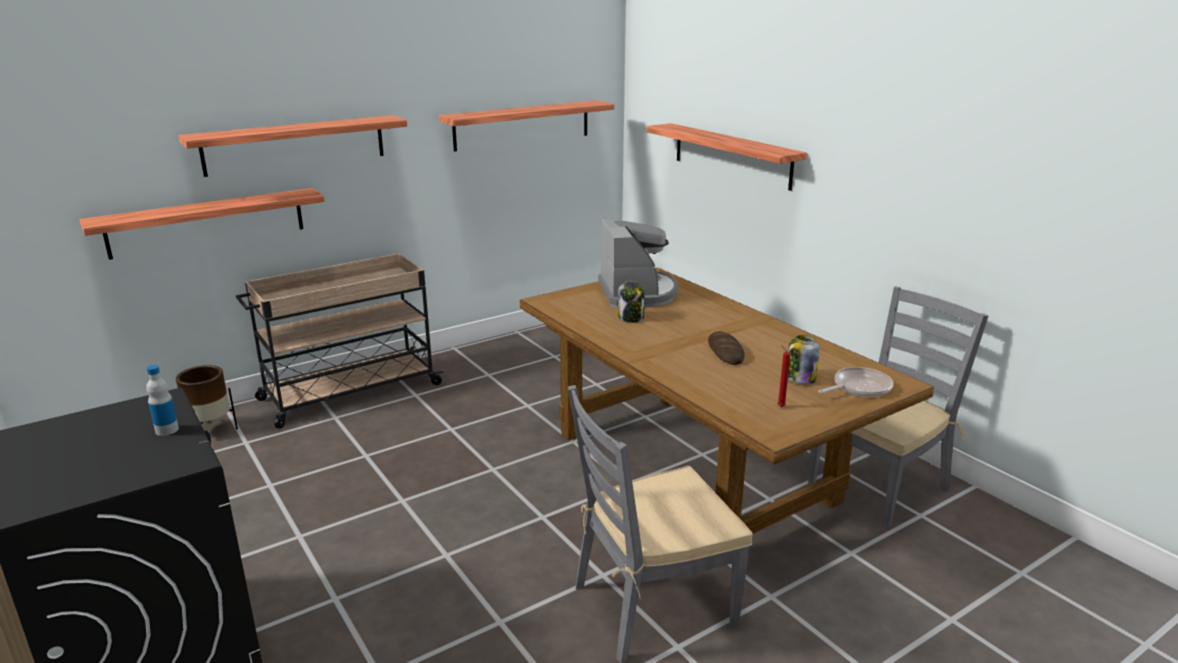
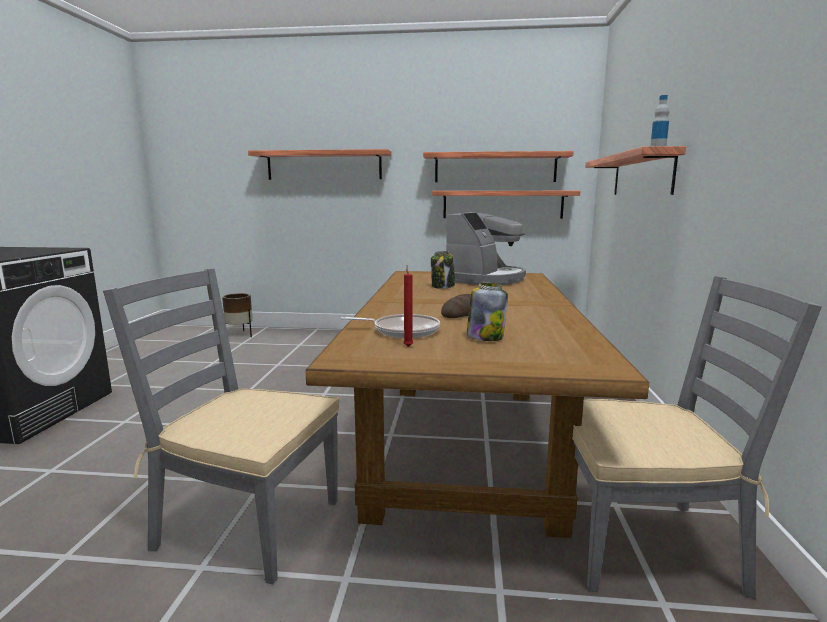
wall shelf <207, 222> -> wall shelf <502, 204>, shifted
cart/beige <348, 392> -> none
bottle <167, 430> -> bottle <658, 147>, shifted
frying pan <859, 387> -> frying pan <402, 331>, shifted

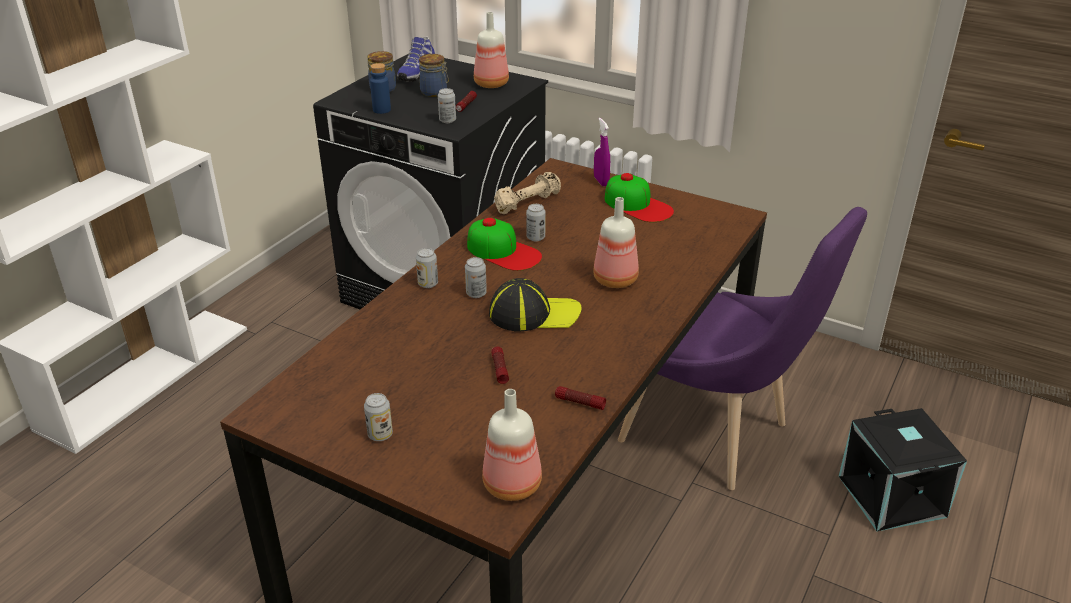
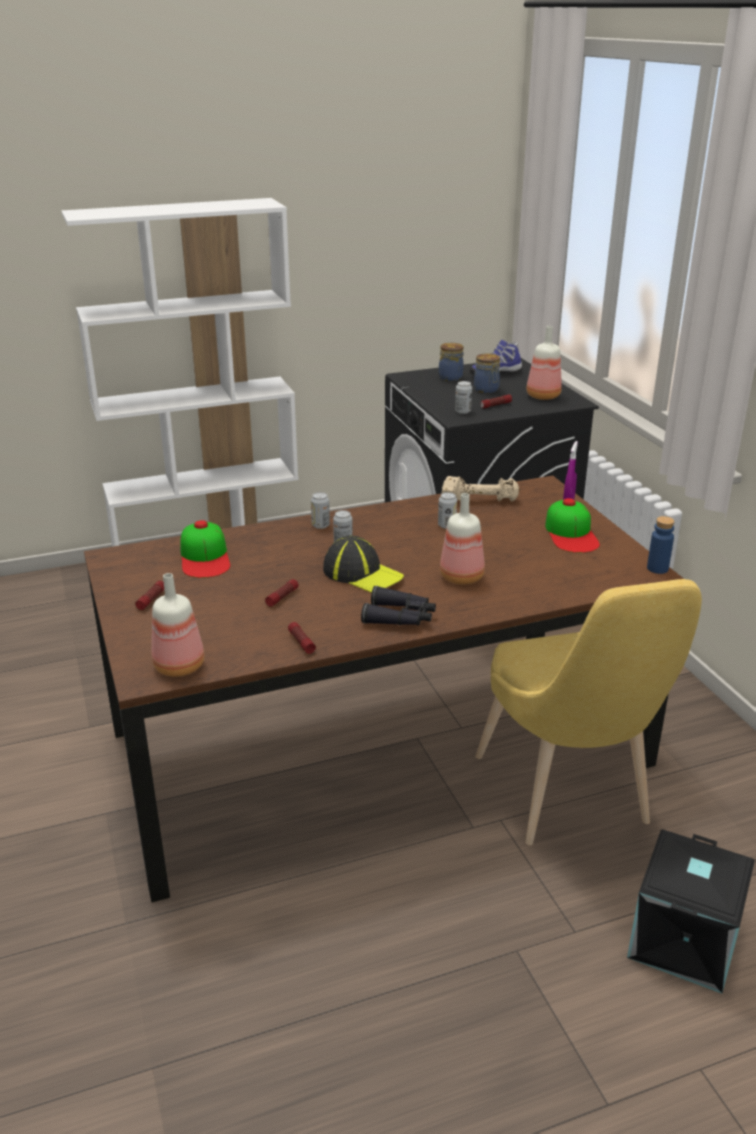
bottle/blue-coloured <381, 110> -> bottle/blue-coloured <657, 568>, shifted
chair/purple <714, 436> -> chair/yellow <567, 797>
peaked cap <503, 251> -> peaked cap <205, 557>, shifted
metal can <380, 435> -> flashlight <151, 599>
none -> pair of binoculars/black-coloured <400, 617>

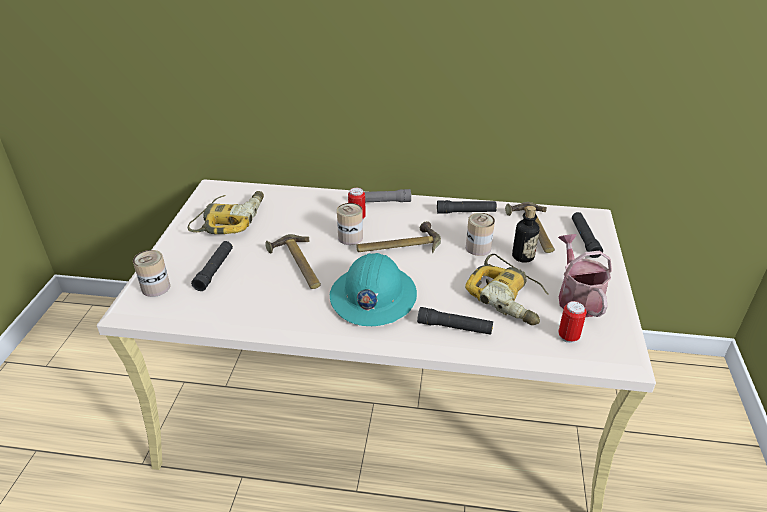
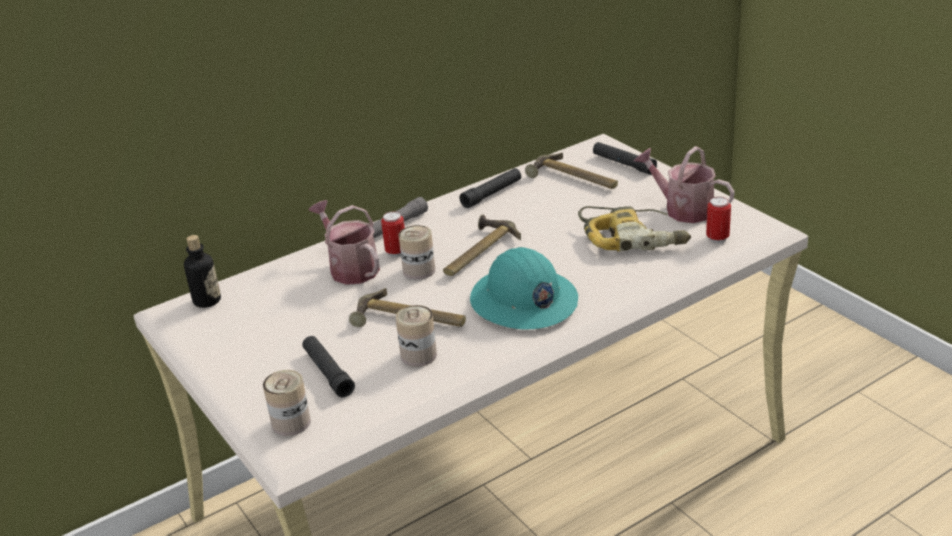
power drill <230, 219> -> none
bottle <523, 256> -> bottle <207, 300>, shifted
metal can <478, 248> -> metal can <418, 355>, shifted
flashlight/black-coloured <454, 327> -> none
none -> sprinkling can <350, 267>

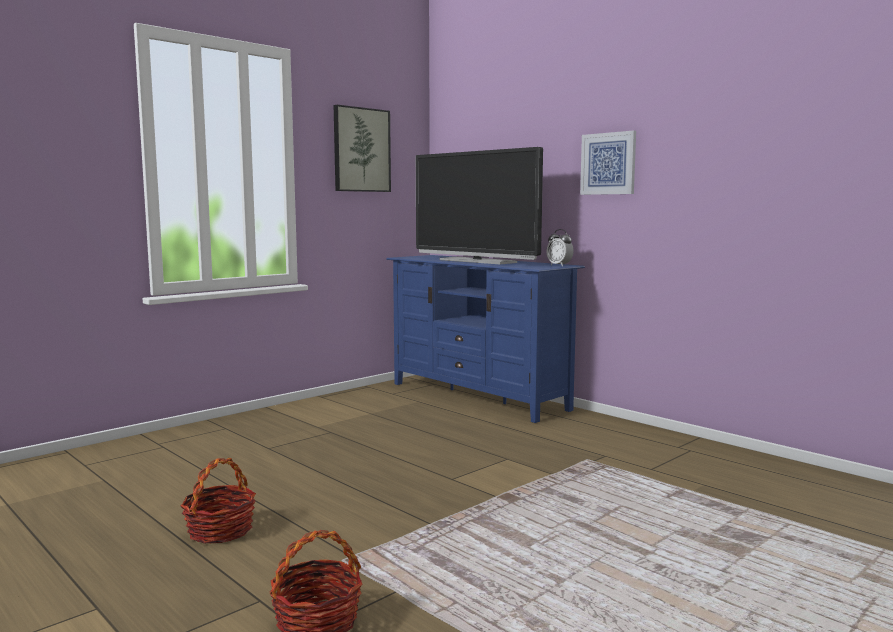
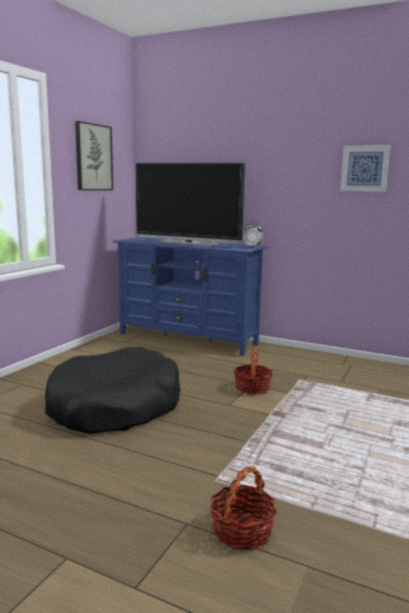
wall picture <608, 163> -> wall picture <365, 168>, shifted
storage basket <220, 530> -> storage basket <252, 388>, shifted
none -> pet bed/black-coloured <114, 407>

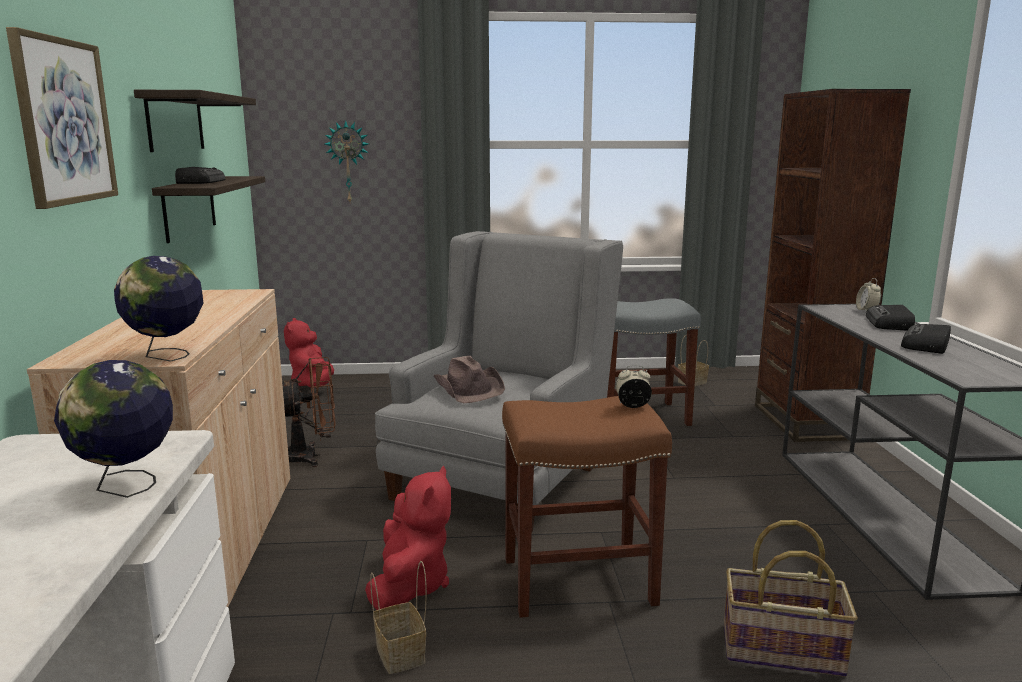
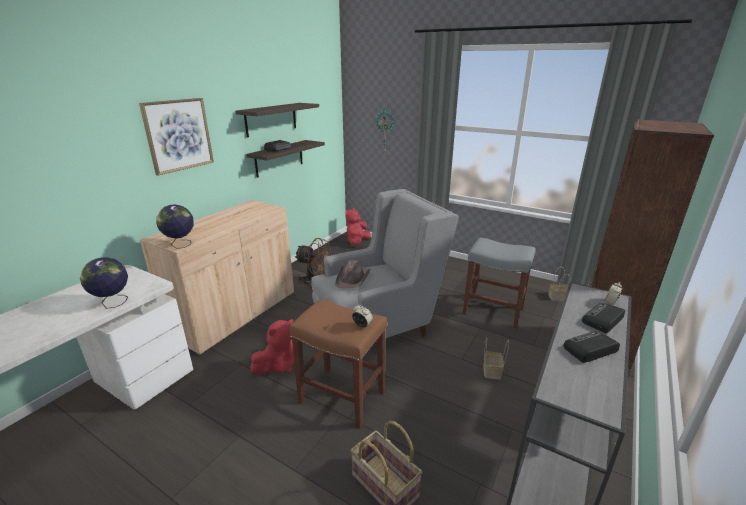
storage basket <402, 654> -> storage basket <492, 372>, shifted

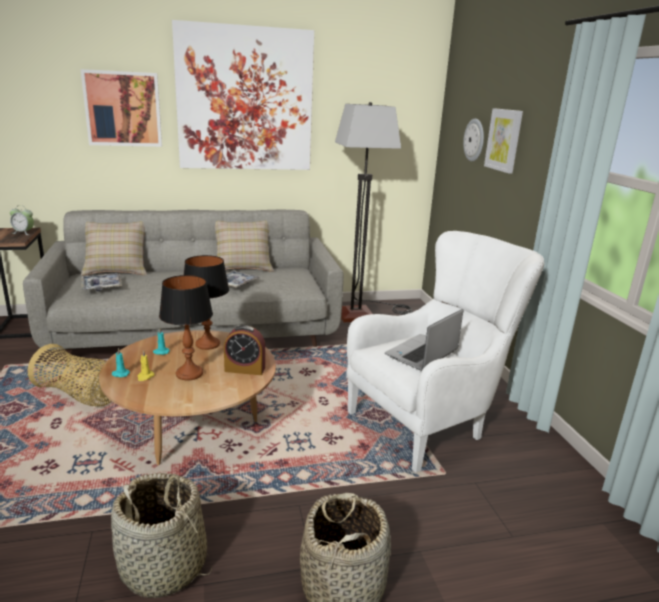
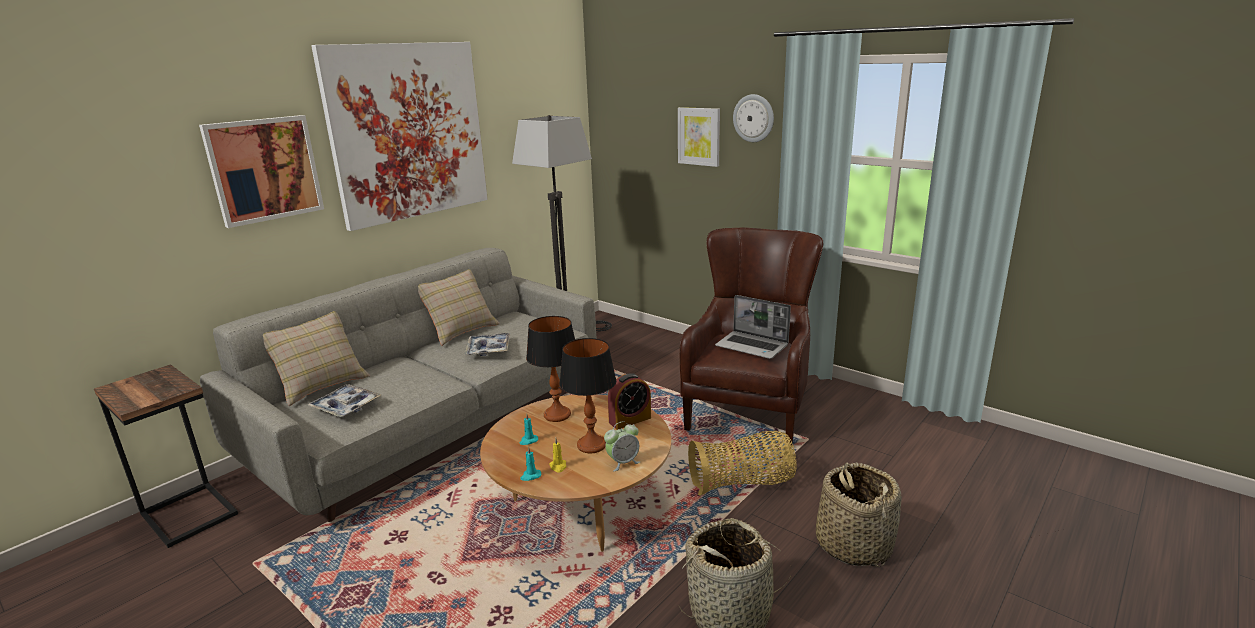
hanging clock <474, 140> -> hanging clock <754, 118>, shifted
bedside clock <24, 233> -> bedside clock <623, 462>, shifted
easy chair/white <430, 422> -> easy chair/brown-coloured <750, 408>
portable computer <422, 354> -> portable computer <752, 346>, 60 degrees counterclockwise
storage basket <80, 396> -> storage basket <742, 483>, shifted

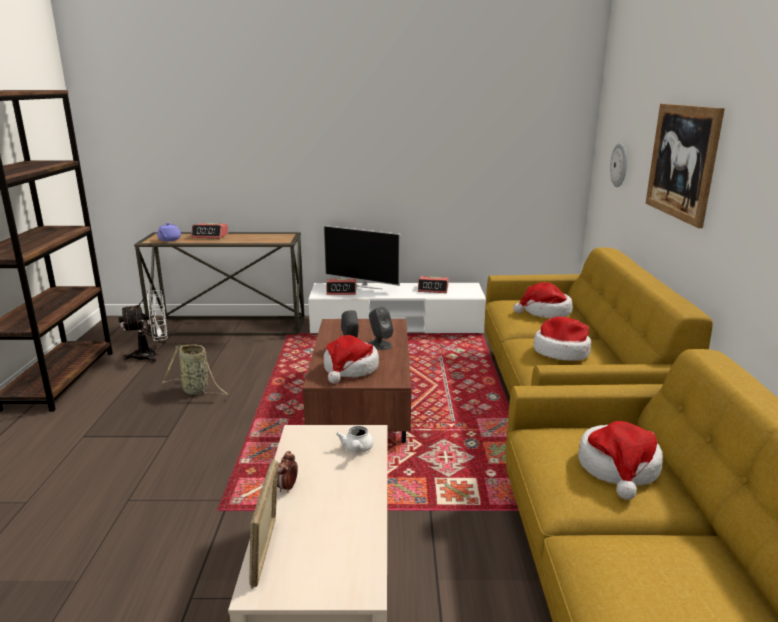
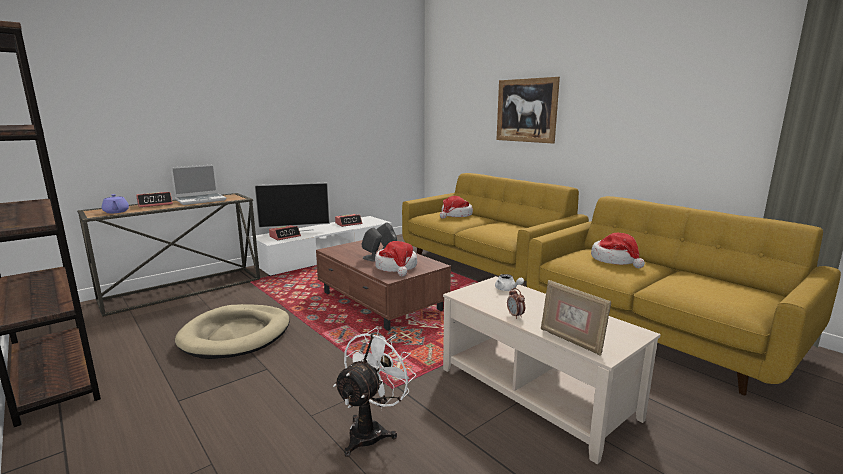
hanging clock <619, 165> -> none
electric fan/white <151, 356> -> electric fan/white <372, 431>, shifted
clothing hat <561, 351> -> none
storage basket <197, 390> -> pet bed/beige <236, 335>
none -> portable computer <201, 200>

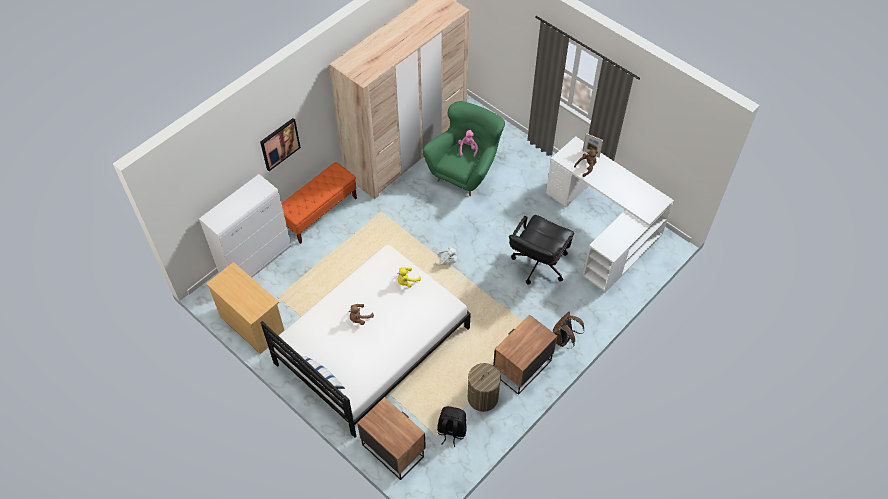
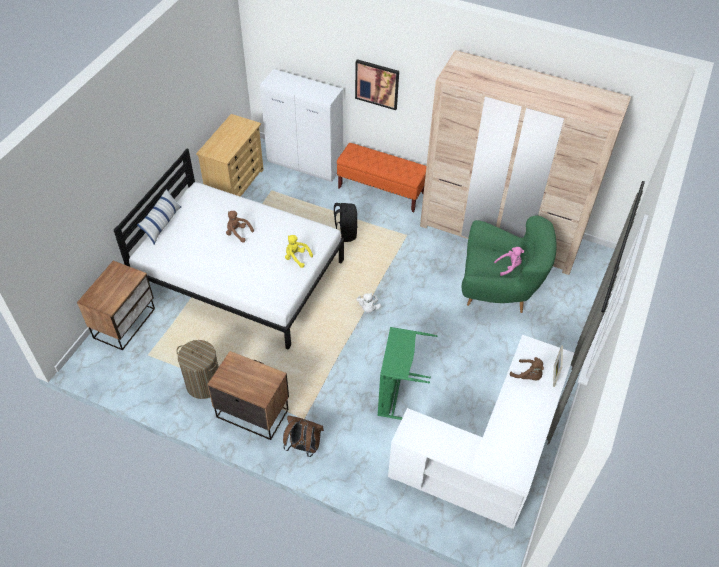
desk chair/black-coloured <537, 267> -> laundry basket/green <397, 395>
backpack/black-coloured <451, 431> -> backpack/black-coloured <345, 233>, shifted

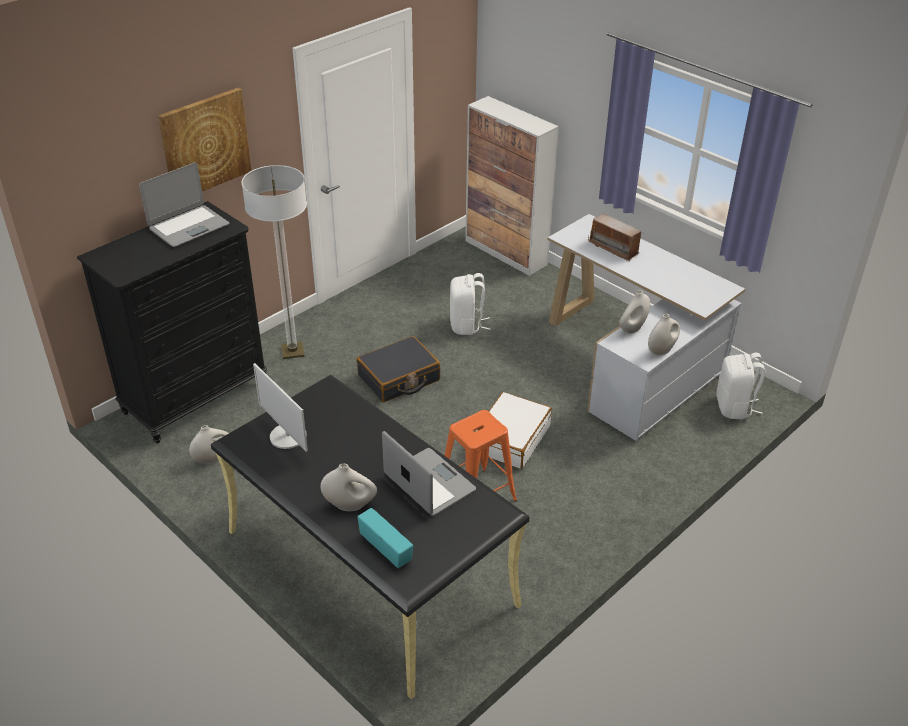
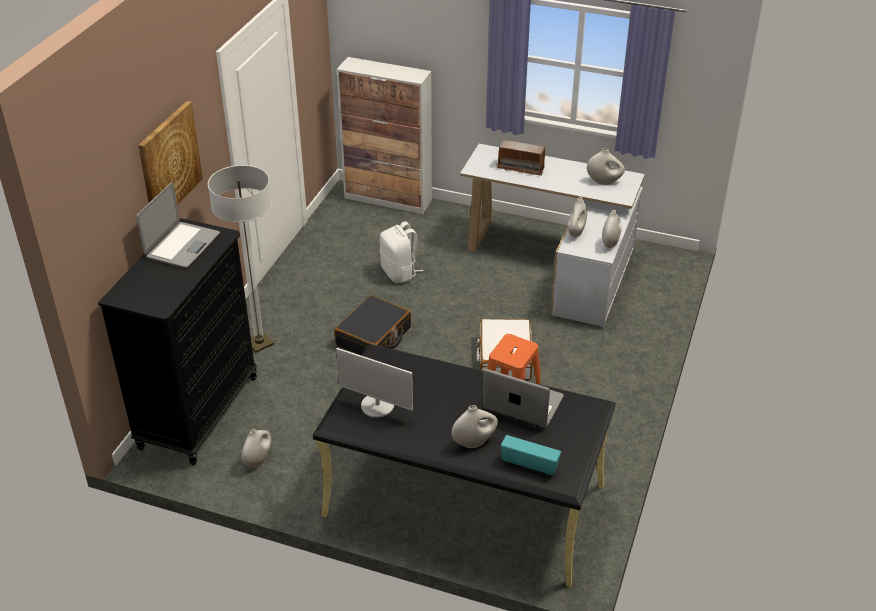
backpack/white <734, 407> -> none
none -> flower vase/white <604, 182>

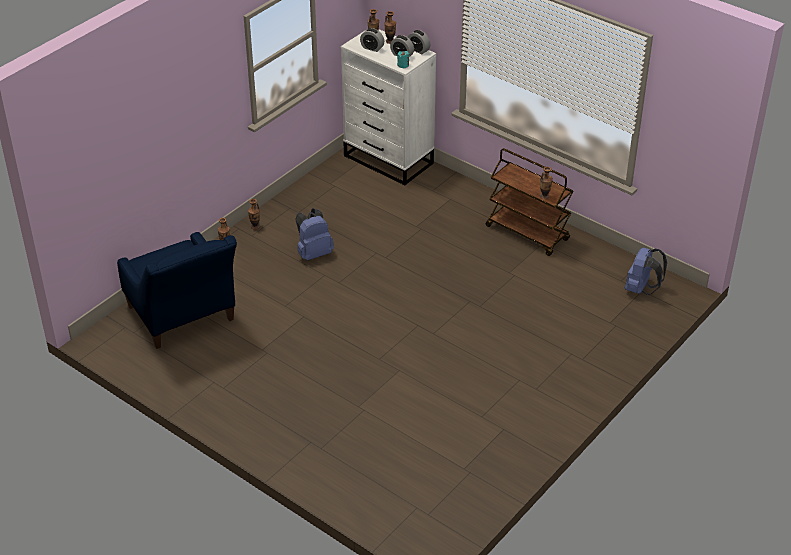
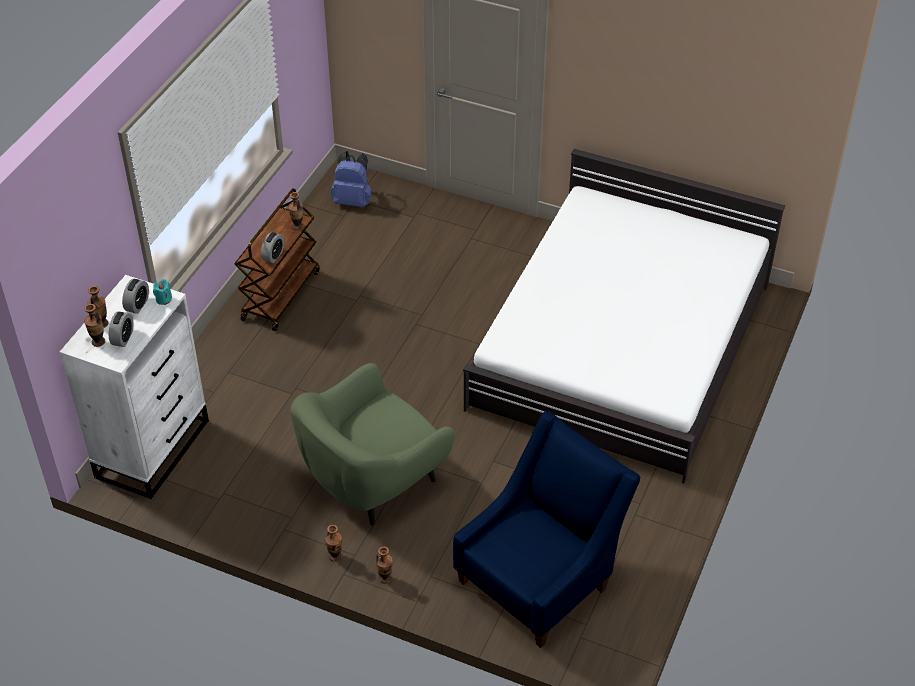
bedside clock <418, 50> -> bedside clock <273, 256>, shifted
backpack/blue-coloured <313, 253> -> easy chair/green <373, 480>
none -> sleeping bed/white <622, 345>

